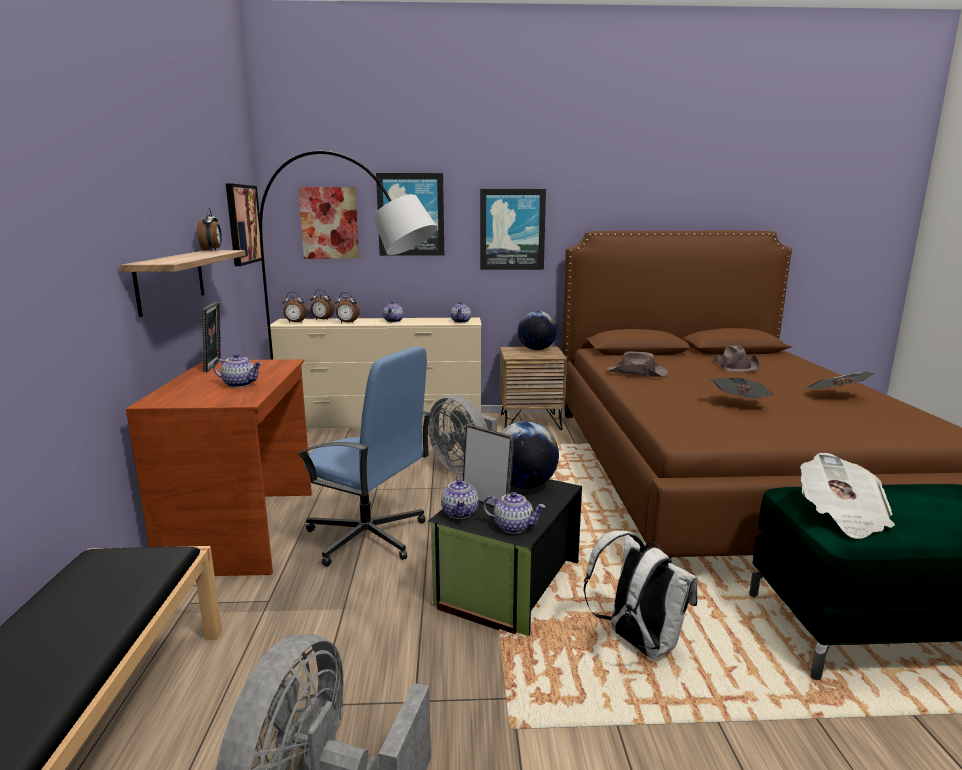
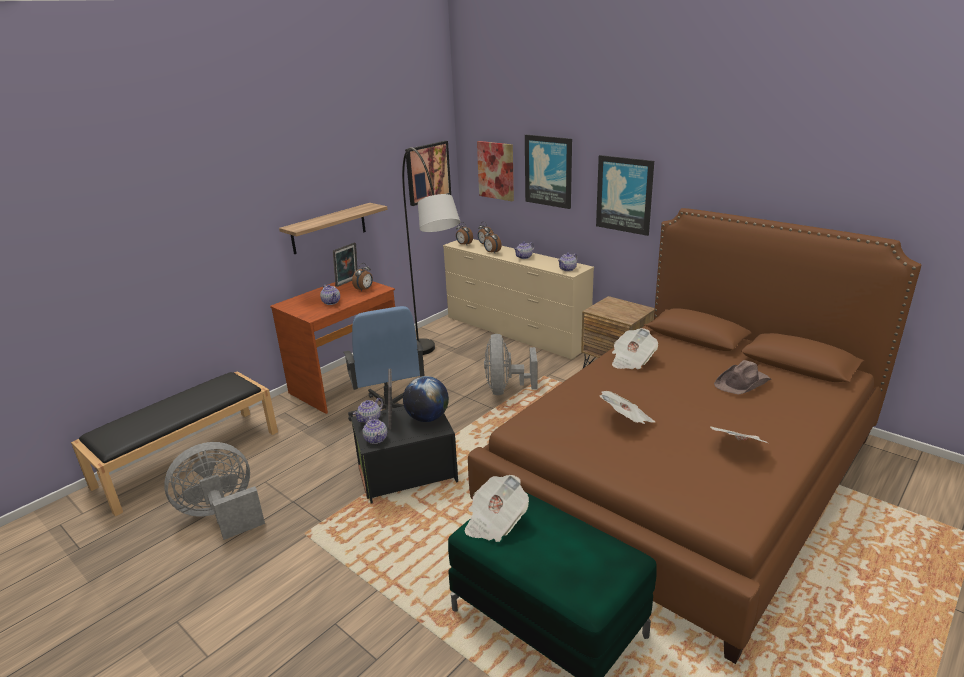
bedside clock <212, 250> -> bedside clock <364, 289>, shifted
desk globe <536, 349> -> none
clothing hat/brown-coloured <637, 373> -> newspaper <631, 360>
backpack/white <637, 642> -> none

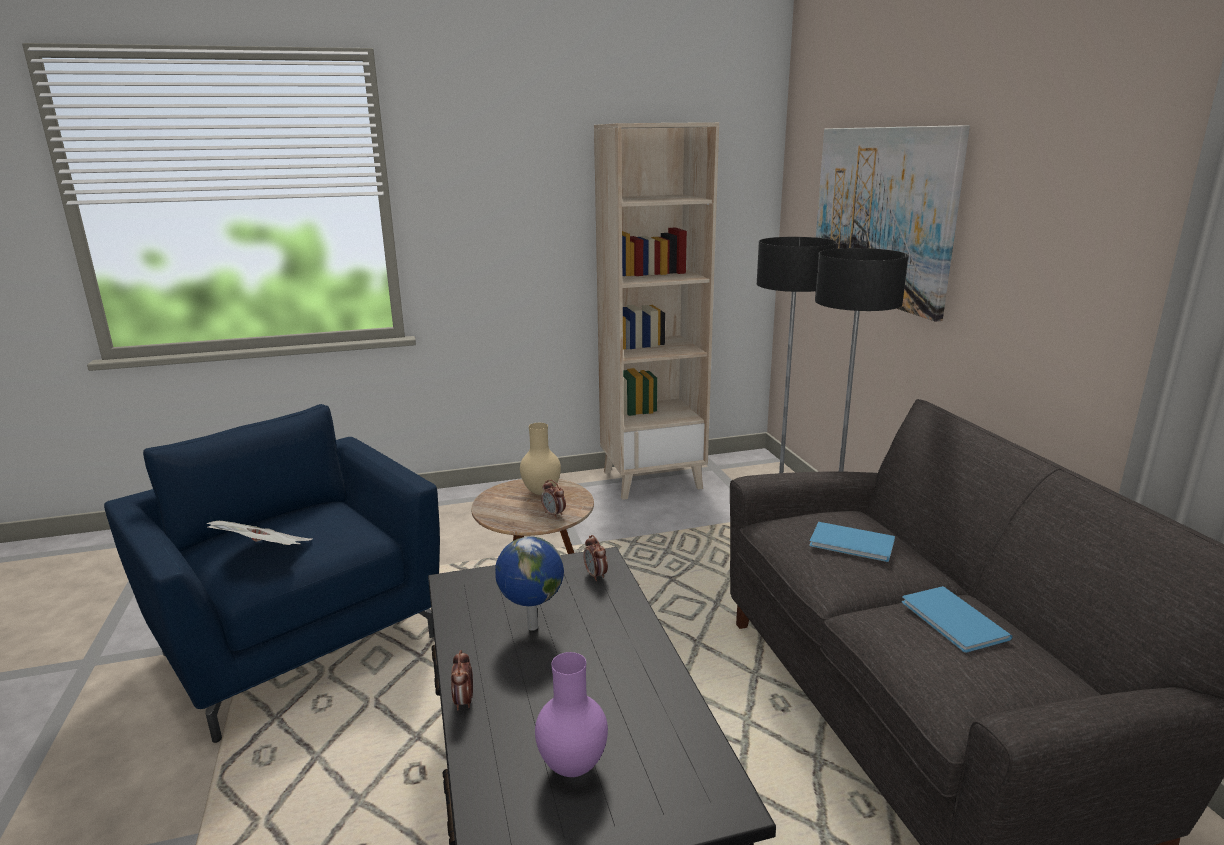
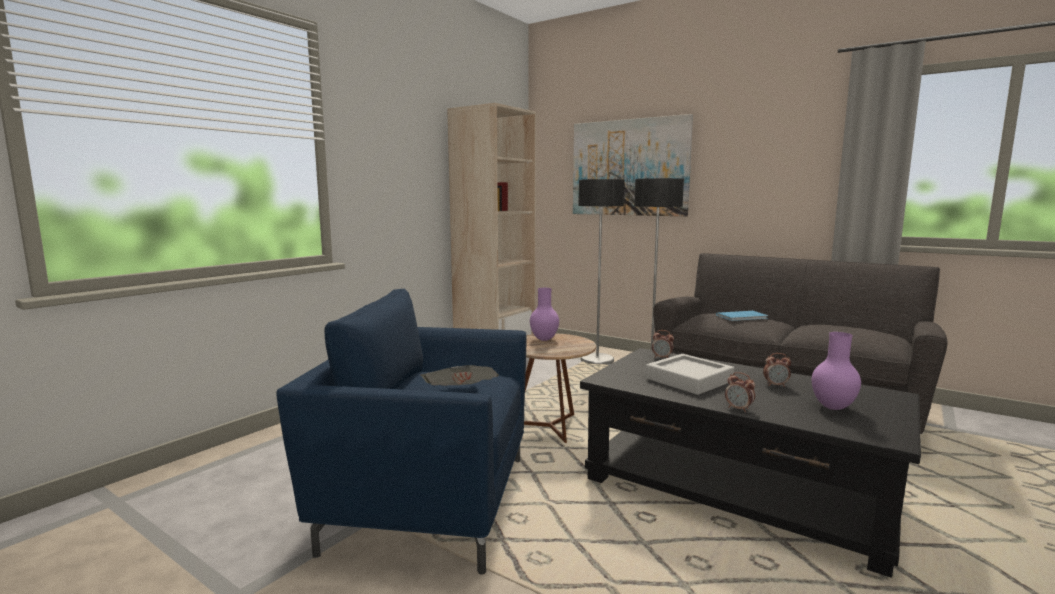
flower vase/beige <540, 493> -> flower vase/purple <544, 339>
bedside clock <554, 514> -> bedside clock <775, 385>, shifted
desk globe <531, 627> -> serving tray/greyish <689, 380>
book/blue-coloured <953, 622> -> none

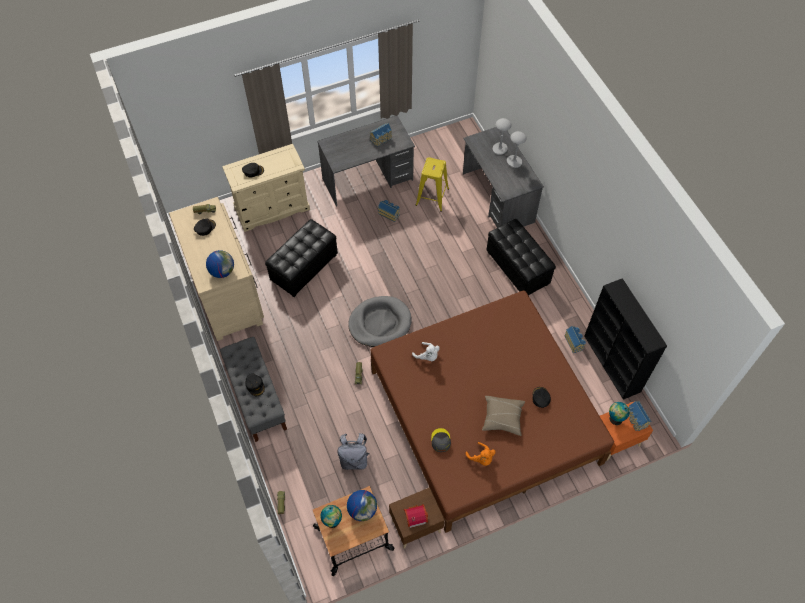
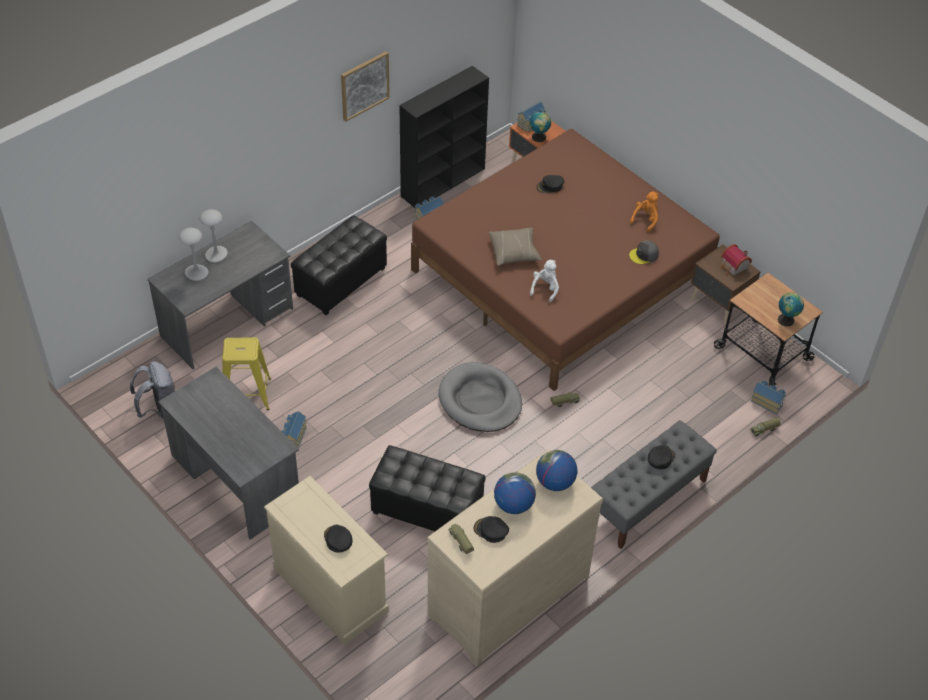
model house <381, 139> -> model house <767, 401>, shifted
throw pillow/beige <502, 418> -> throw pillow/beige <514, 252>, shifted
backpack/greyish <354, 459> -> backpack/greyish <159, 409>, shifted
desk globe <362, 510> -> desk globe <513, 505>, shifted
none -> wall picture <364, 85>

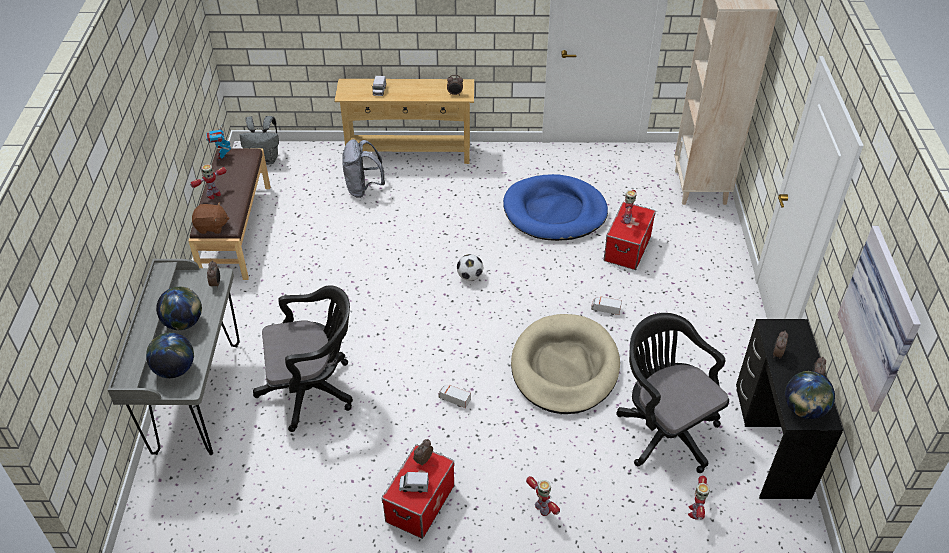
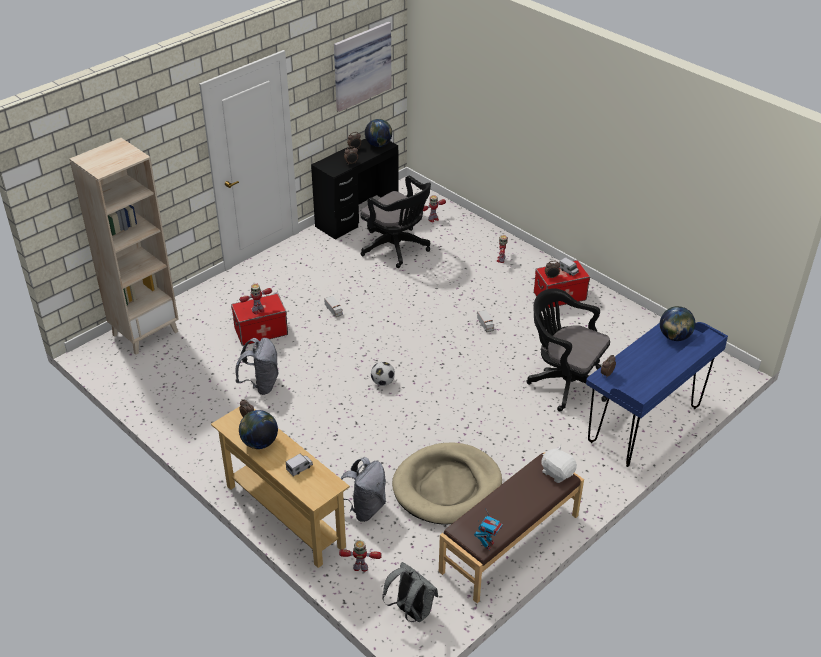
toy robot <213, 194> -> toy robot <361, 567>, shifted
pet bed/blue-coloured <554, 212> -> backpack/greyish <261, 385>
soft toy/brown-coloured <211, 227> -> soft toy/white <557, 472>
desk table/greyish <197, 397> -> desk table/blue-coloured <644, 425>
desk globe <184, 323> -> desk globe <259, 443>, shifted
desk chair/black-coloured <663, 429> -> desk chair/black-coloured <397, 249>, 60 degrees counterclockwise
pet bed/beige <564, 367> -> pet bed/beige <447, 487>, shifted

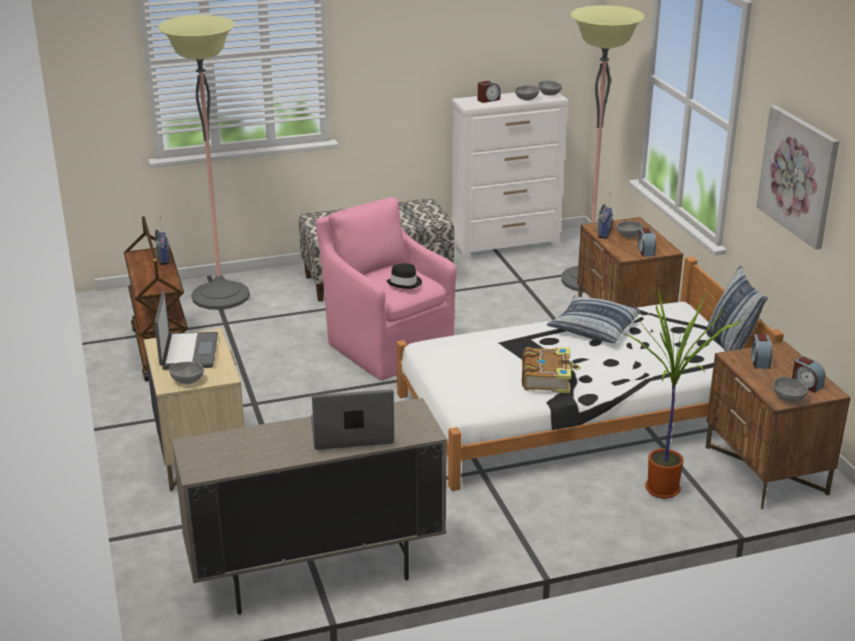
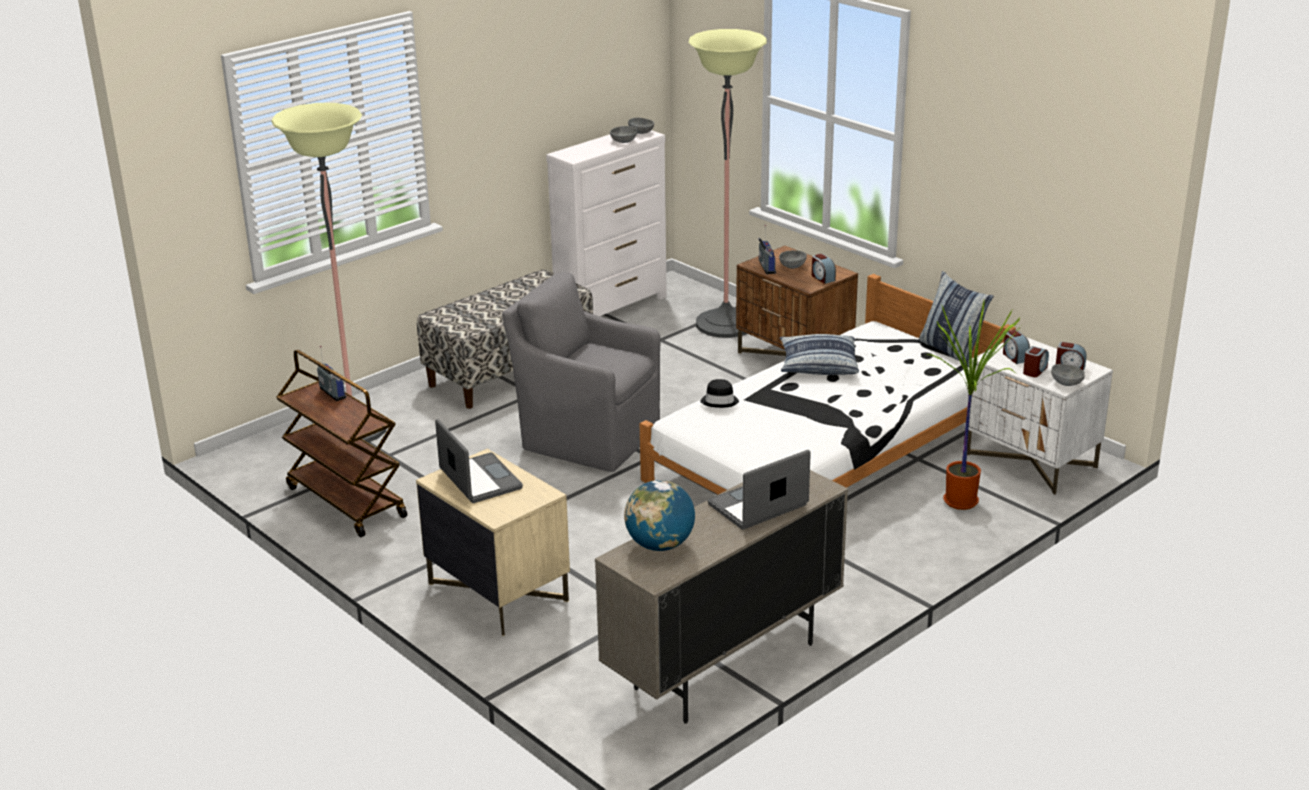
bedside clock <488, 100> -> bedside clock <1035, 371>, shifted
wall picture <799, 175> -> none
easy chair/pink-coloured <388, 347> -> easy chair/greyish <587, 437>
clothing hat/black-coloured <405, 283> -> clothing hat/black-coloured <720, 401>, shifted
night table/brown-coloured <766, 471> -> night table/white <1031, 461>
book <547, 378> -> none
serving bowl/greyish <187, 380> -> none
none -> desk globe <660, 545>

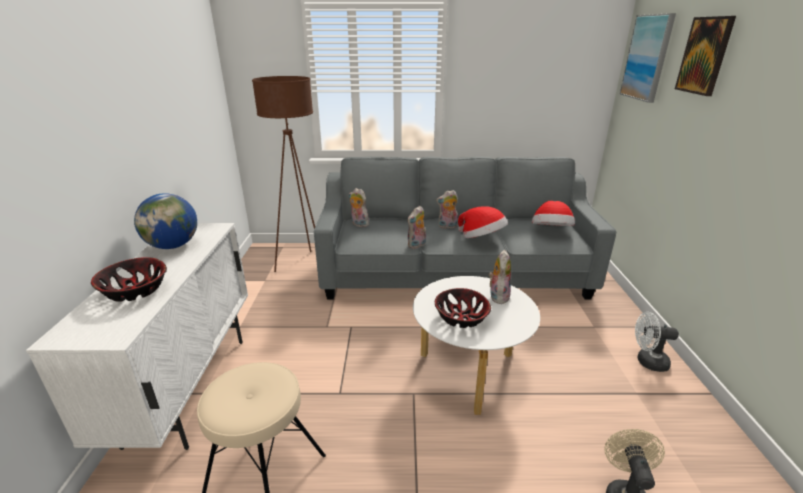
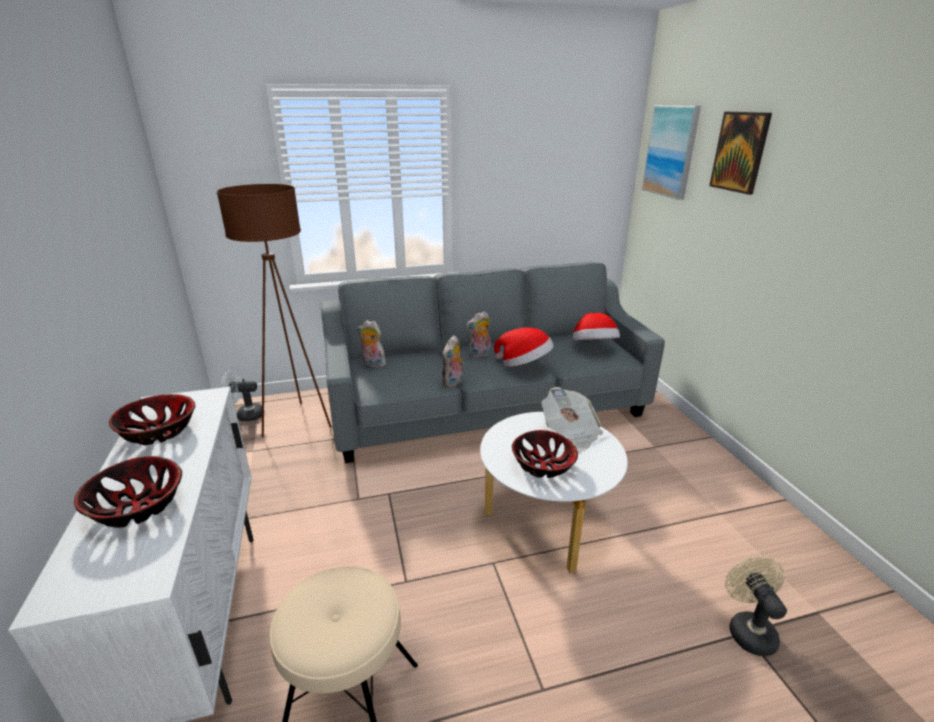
desk globe <173, 246> -> serving bowl <159, 431>
soft toy <498, 296> -> newspaper <570, 432>
electric fan/white <647, 362> -> electric fan/white <246, 415>, shifted

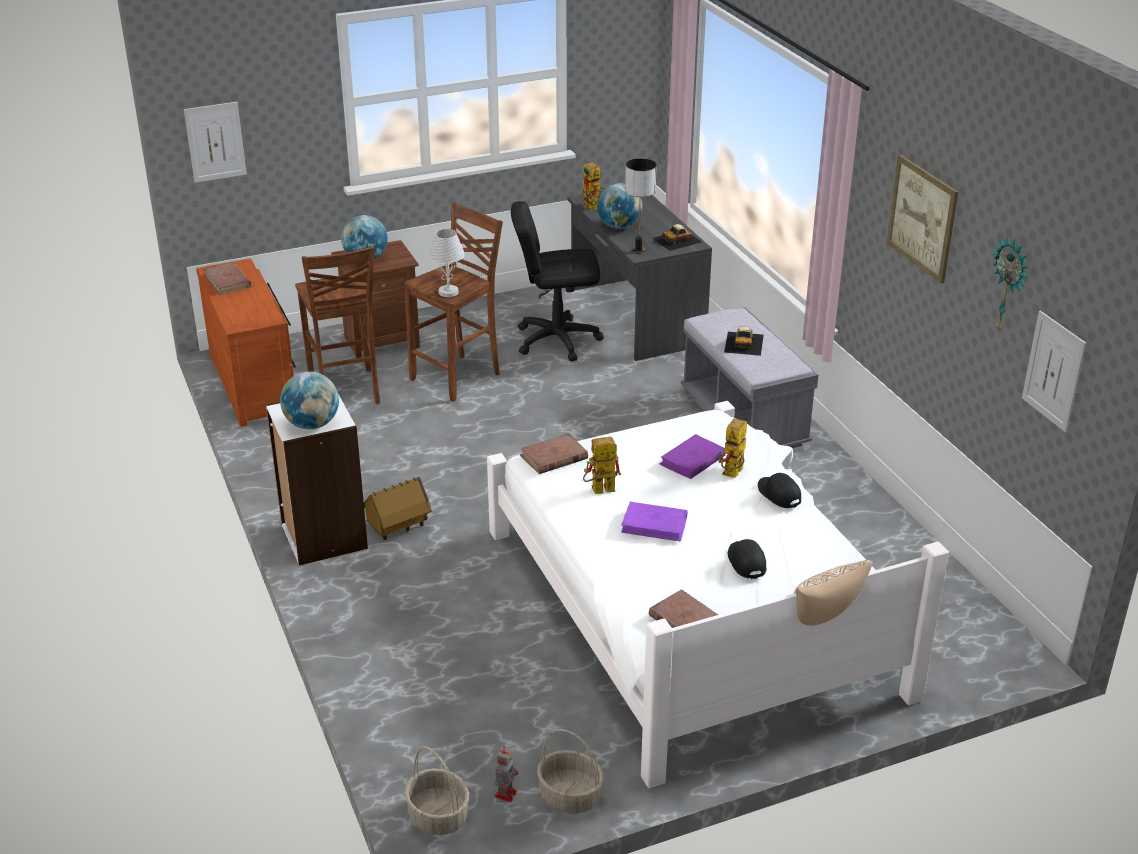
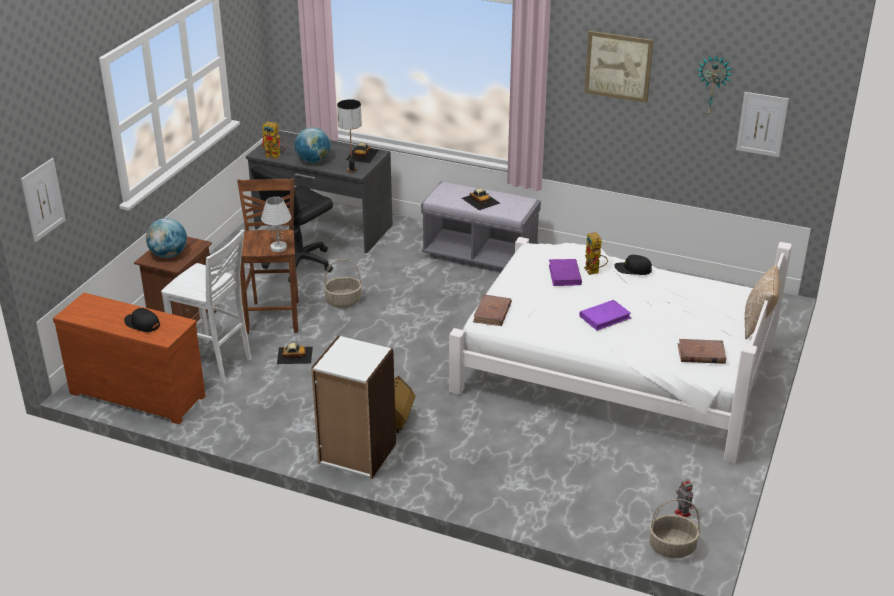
stool seat/brown-coloured <345, 392> -> stool seat/white <215, 364>
book/brown-coloured <227, 281> -> none
desk globe <312, 424> -> none
toy robot <598, 491> -> none
peaked cap/black-coloured <746, 562> -> peaked cap/black-coloured <142, 324>, shifted
storage basket <569, 796> -> storage basket <343, 301>, shifted
none -> toy car <294, 355>

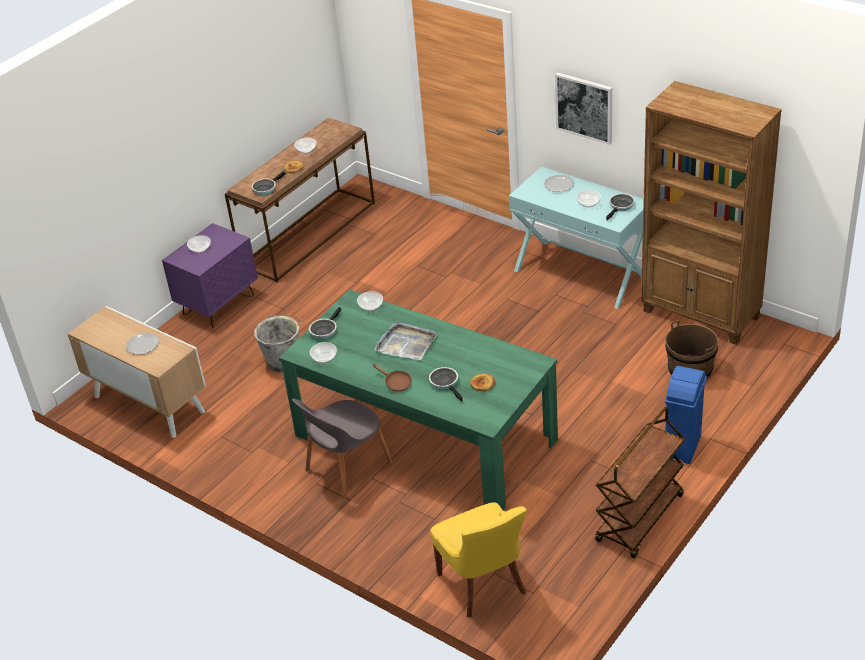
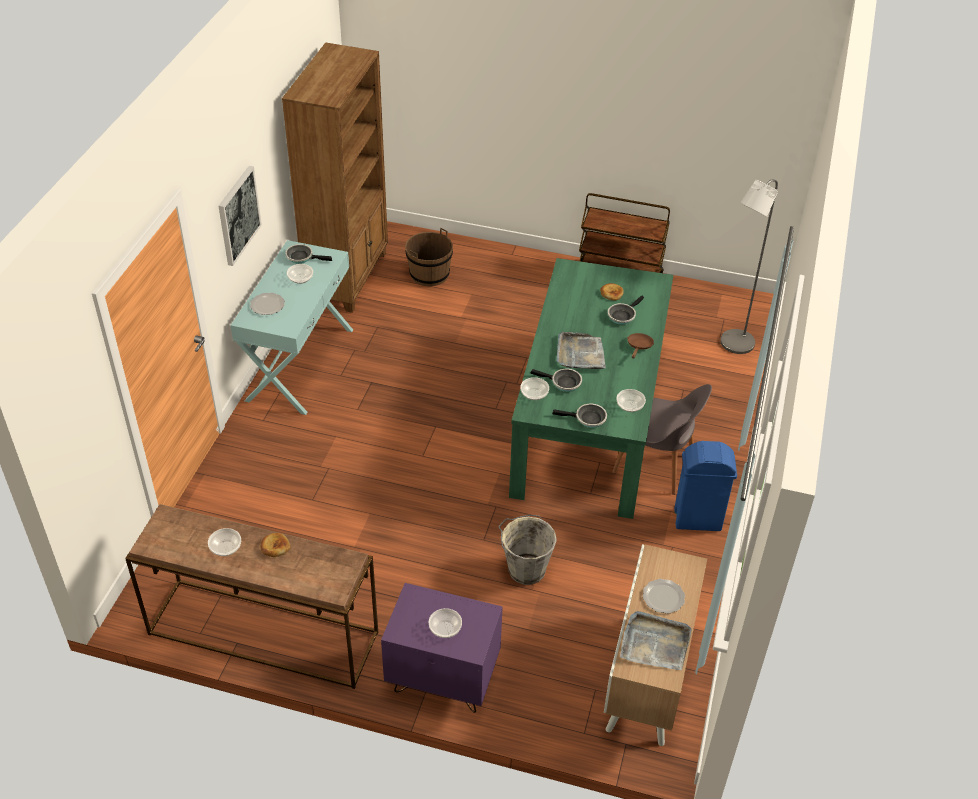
frying pan <266, 188> -> frying pan <563, 383>, shifted
waste bin/blue-coloured <682, 447> -> waste bin/blue-coloured <698, 520>, shifted
chair/yellow <483, 584> -> floor lamp/greyish <733, 345>
none -> serving tray/greyish <654, 643>

